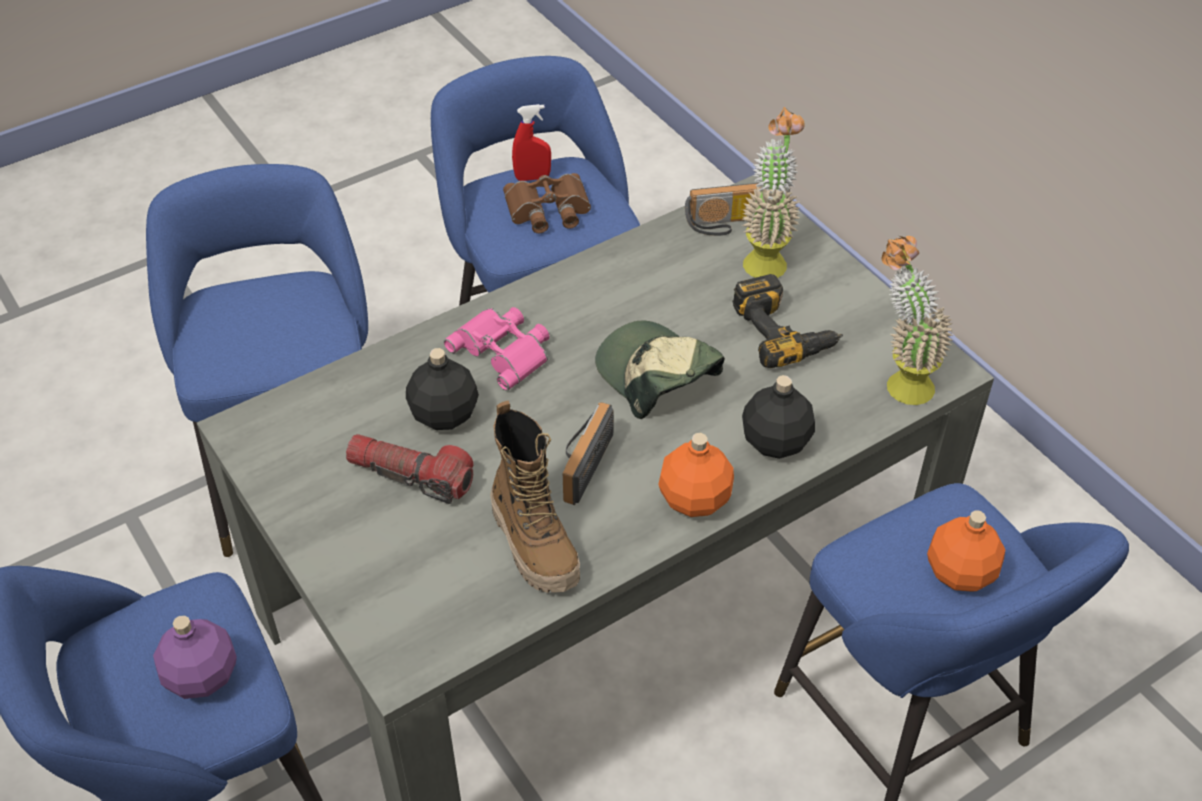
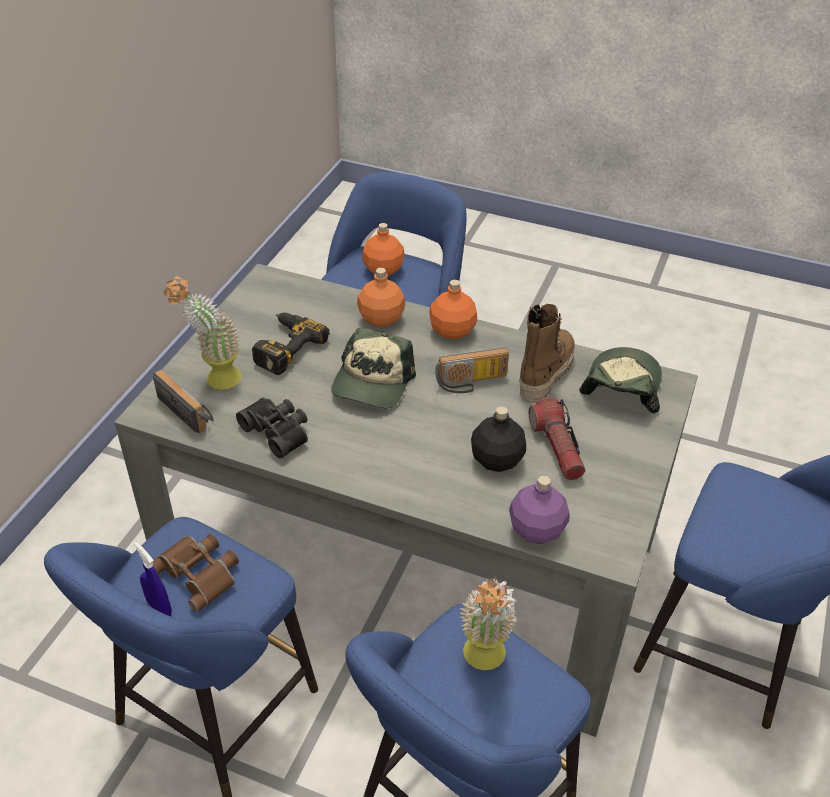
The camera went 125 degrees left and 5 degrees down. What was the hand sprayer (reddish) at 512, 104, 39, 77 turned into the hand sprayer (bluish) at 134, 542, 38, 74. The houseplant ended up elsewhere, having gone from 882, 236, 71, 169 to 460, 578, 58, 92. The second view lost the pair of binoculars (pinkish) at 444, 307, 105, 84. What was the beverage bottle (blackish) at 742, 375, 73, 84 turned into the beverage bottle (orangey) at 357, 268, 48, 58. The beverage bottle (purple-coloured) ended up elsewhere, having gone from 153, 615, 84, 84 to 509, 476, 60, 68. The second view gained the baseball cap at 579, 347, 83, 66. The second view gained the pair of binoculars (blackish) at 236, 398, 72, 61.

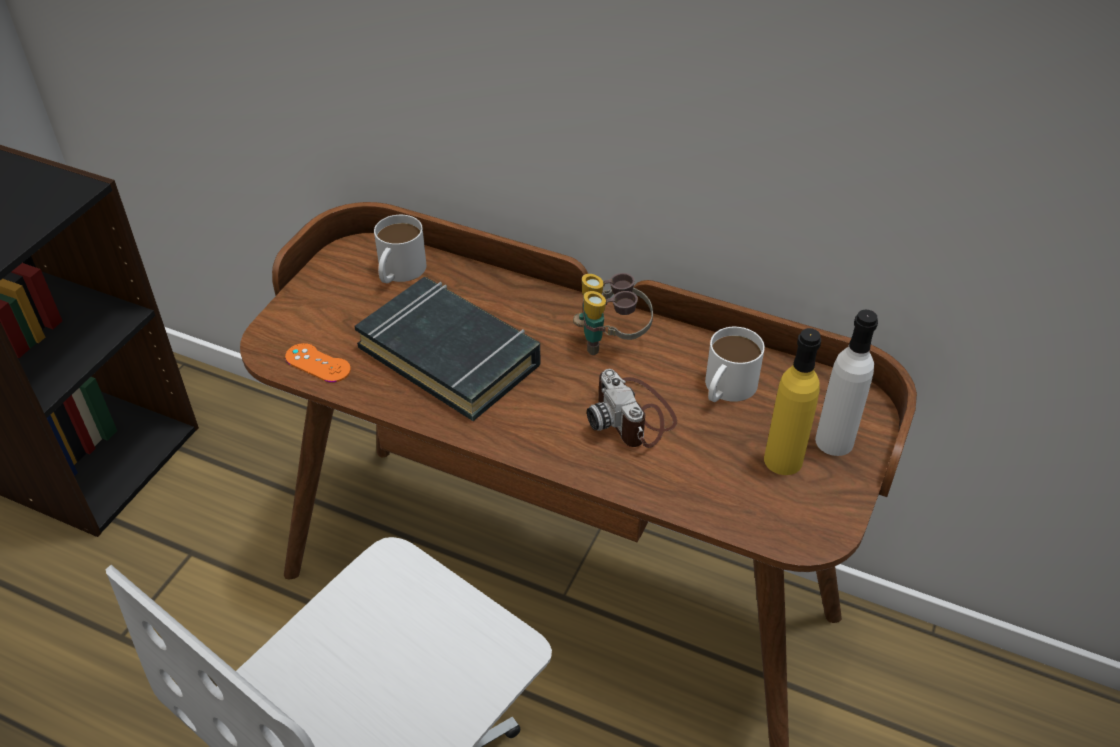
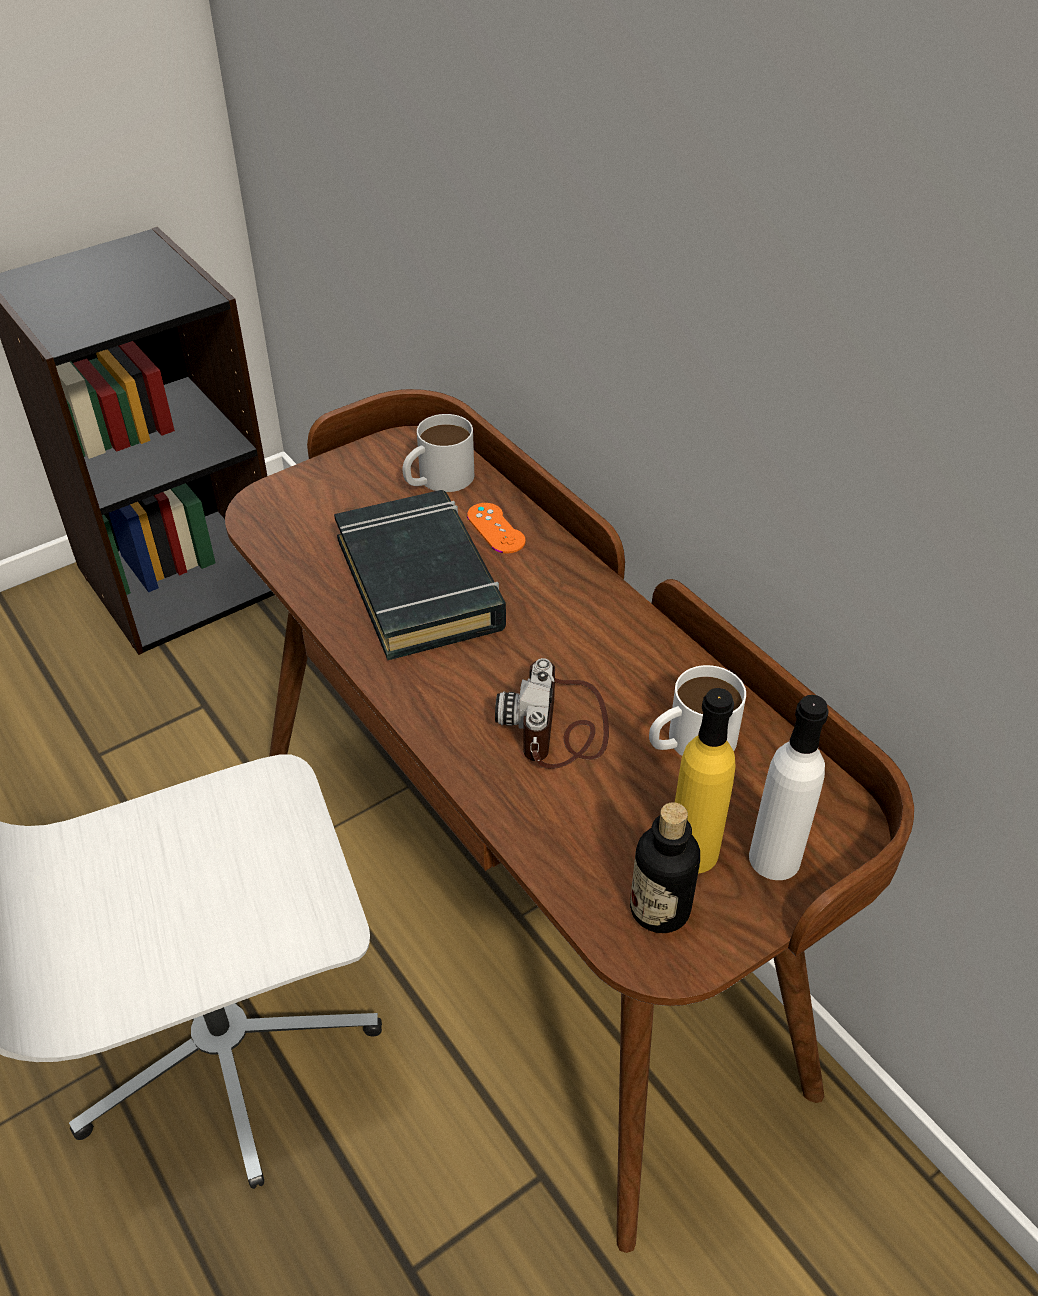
The camera went 30 degrees right and 0 degrees up. The second view lost the pair of binoculars at 573, 273, 80, 82. The joypad (orangey) ended up elsewhere, having gone from 285, 343, 66, 40 to 467, 503, 59, 51. The second view gained the beverage bottle at 630, 802, 70, 131.

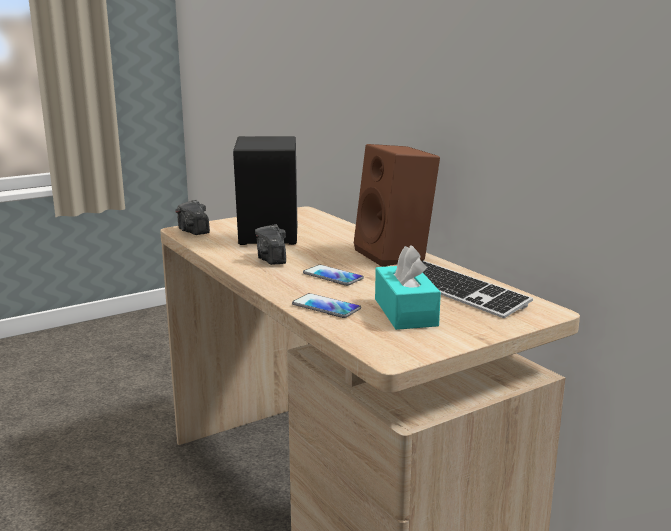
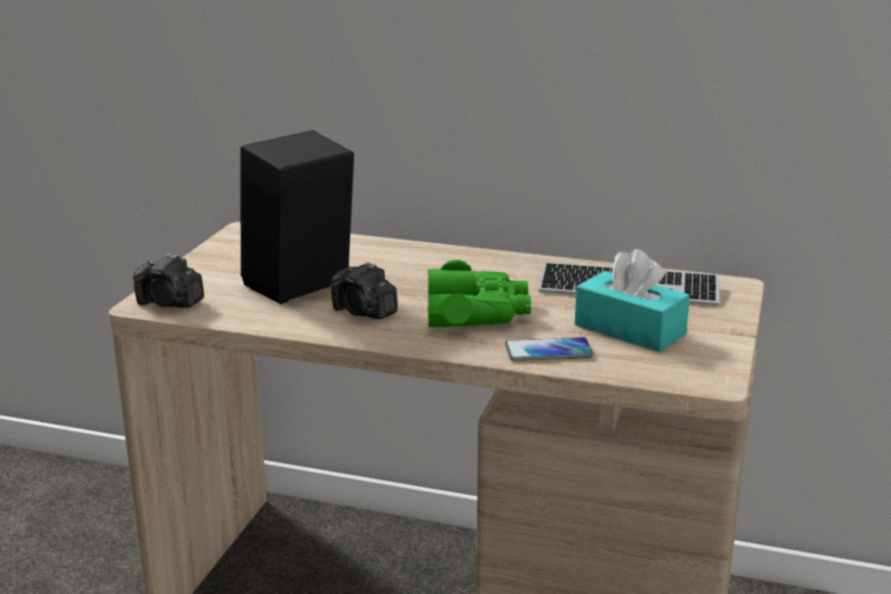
The camera went 40 degrees left and 5 degrees up. The second view lost the speaker (brownish) at 354, 144, 86, 123. Where the handset stood at 303, 265, 61, 21, the pair of binoculars (green) came to stand at 427, 260, 104, 67.

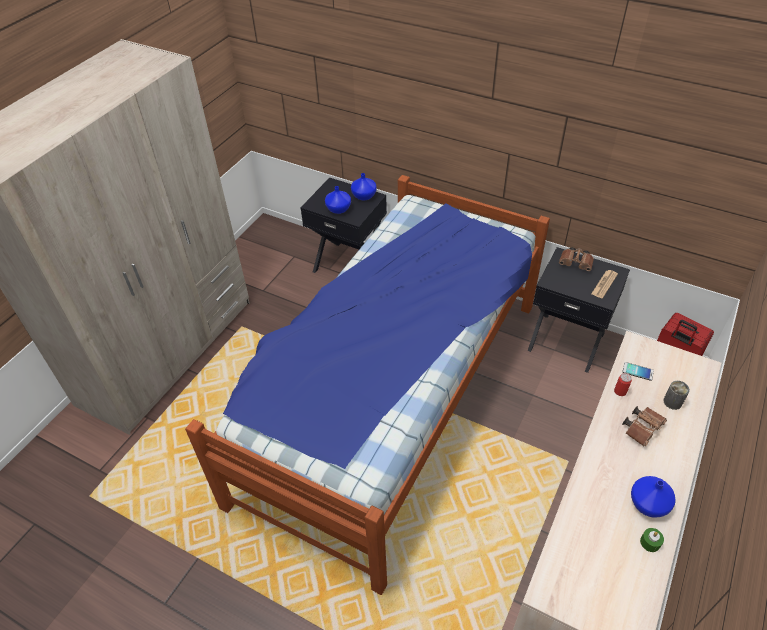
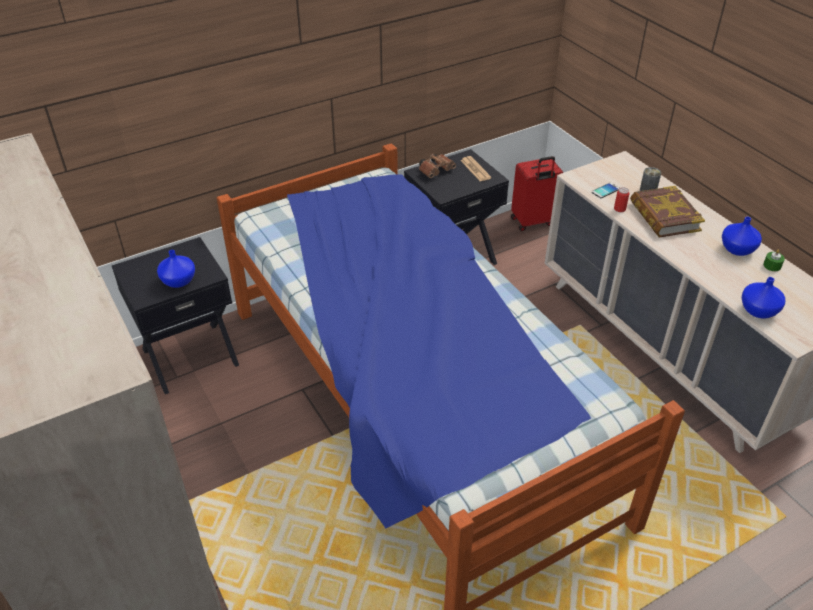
The camera went 60 degrees left and 5 degrees down. The vase (bluish) ended up elsewhere, having gone from 351, 173, 26, 27 to 742, 277, 43, 42. Where the pair of binoculars (brownish) stood at 622, 406, 45, 40, the book came to stand at 630, 186, 75, 52.

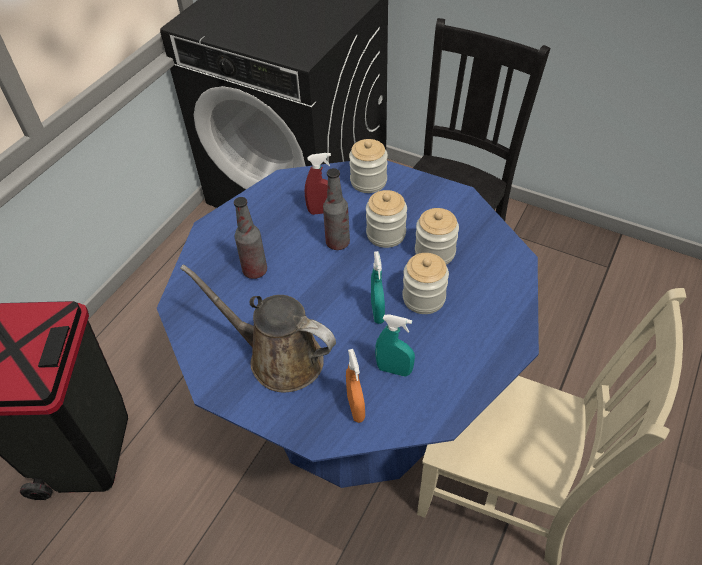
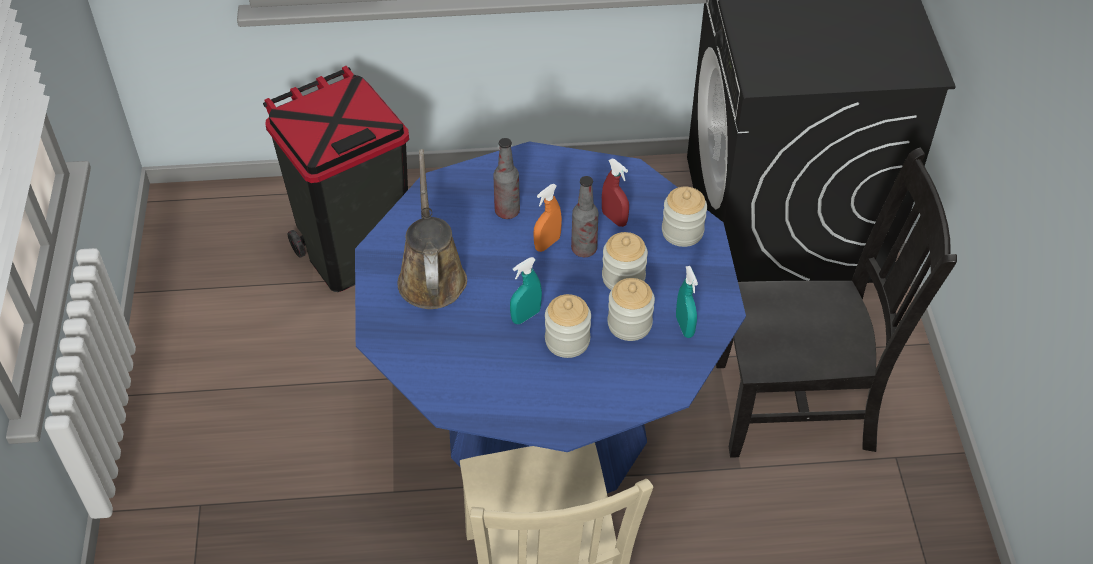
The camera went 55 degrees right and 0 degrees up. The hand sprayer (blue-green) ended up elsewhere, having gone from 375, 314, 40, 63 to 676, 266, 22, 72. The hand sprayer (orangey) ended up elsewhere, having gone from 346, 349, 19, 74 to 533, 184, 29, 68.

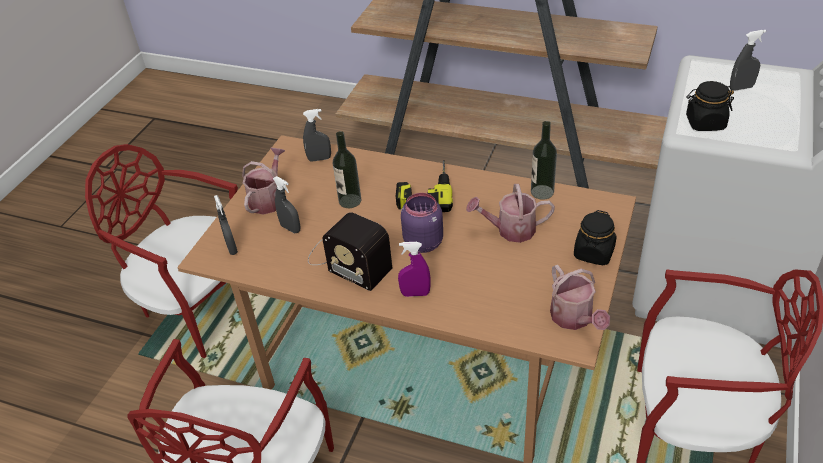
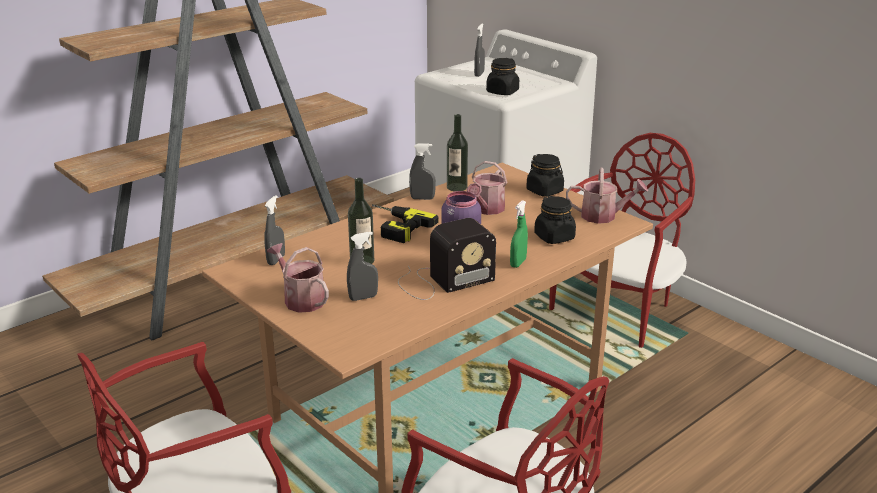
The camera went 65 degrees left and 15 degrees down. The hand sprayer (greyish) ended up elsewhere, having gone from 214, 195, 24, 60 to 409, 143, 27, 57. What was the hand sprayer (purple-coloured) at 398, 242, 33, 55 turned into the hand sprayer (green) at 510, 200, 18, 68. The second view gained the jar (blackish) at 534, 196, 42, 48.

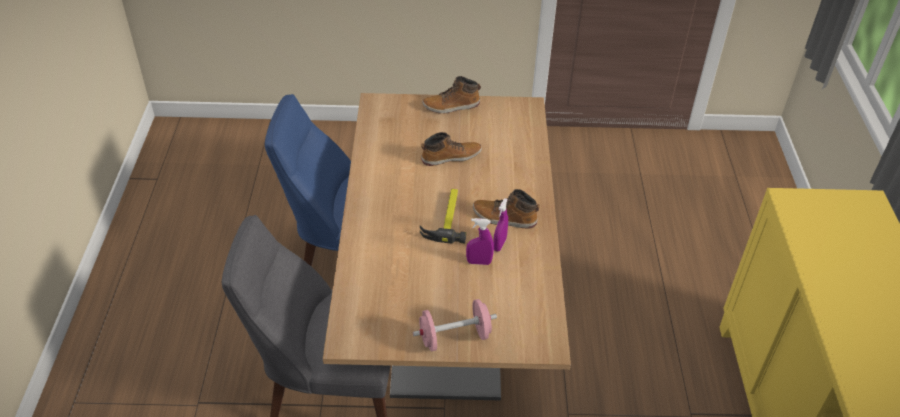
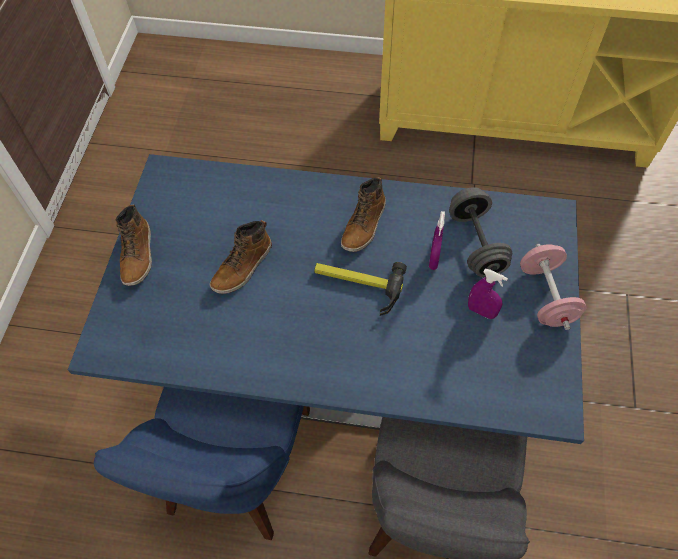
The camera went 80 degrees left and 15 degrees up. What was the dinner table (brownish) at 323, 93, 248, 307 turned into the dinner table (bluish) at 68, 154, 516, 290. The high-top boot at 421, 132, 61, 34 ended up facing another way, 135 degrees counterclockwise from before. The hand sprayer (purple-coloured) ended up elsewhere, having gone from 493, 198, 15, 53 to 468, 269, 40, 50. The second view gained the hand weight (greyish) at 449, 187, 63, 90.

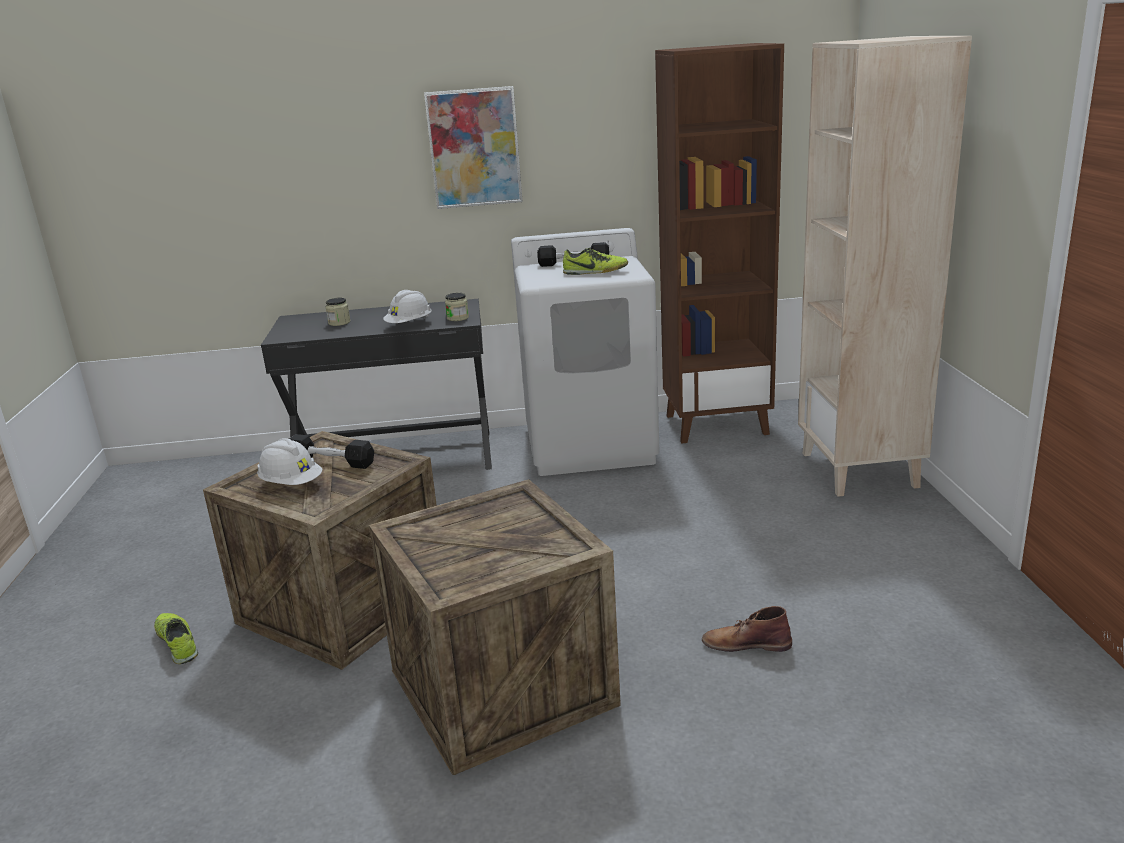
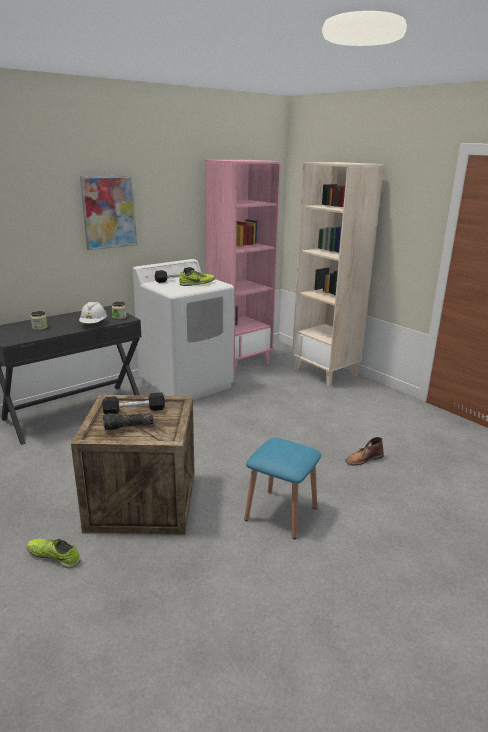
The camera went 35 degrees left and 0 degrees up. What was the bookcase (brownish) at 655, 43, 129, 400 turned into the bookcase (pinkish) at 205, 160, 76, 215. Where the hard hat (whitish) stood at 257, 438, 65, 47, the hand torch came to stand at 103, 413, 50, 17. Where the packing crate stood at 369, 479, 252, 296, the sitting stool (bluish) came to stand at 244, 438, 77, 101.

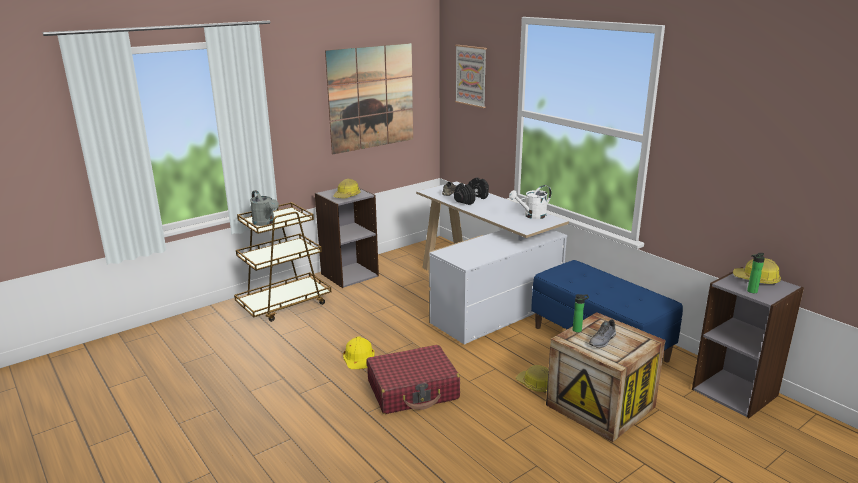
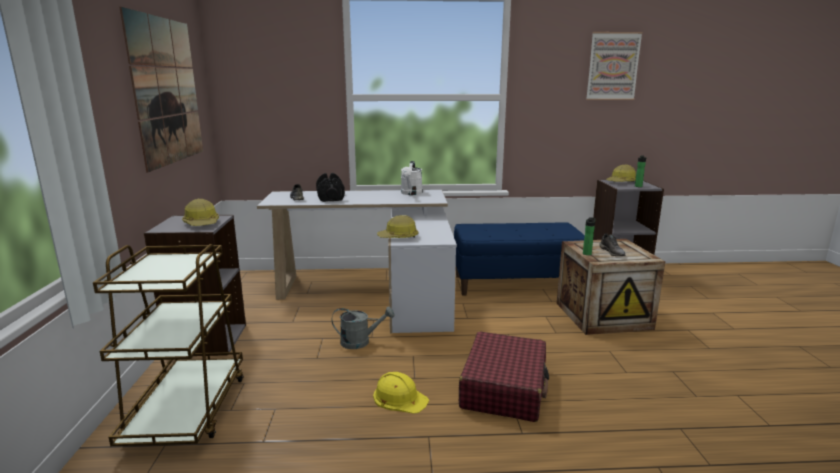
The camera went 55 degrees left and 5 degrees down. The picture ended up elsewhere, having gone from 455, 45, 32, 63 to 586, 32, 57, 68. The sprinkling can (greyish) ended up elsewhere, having gone from 250, 190, 29, 36 to 332, 307, 63, 42. The hard hat ended up elsewhere, having gone from 516, 365, 32, 28 to 377, 215, 41, 23.

